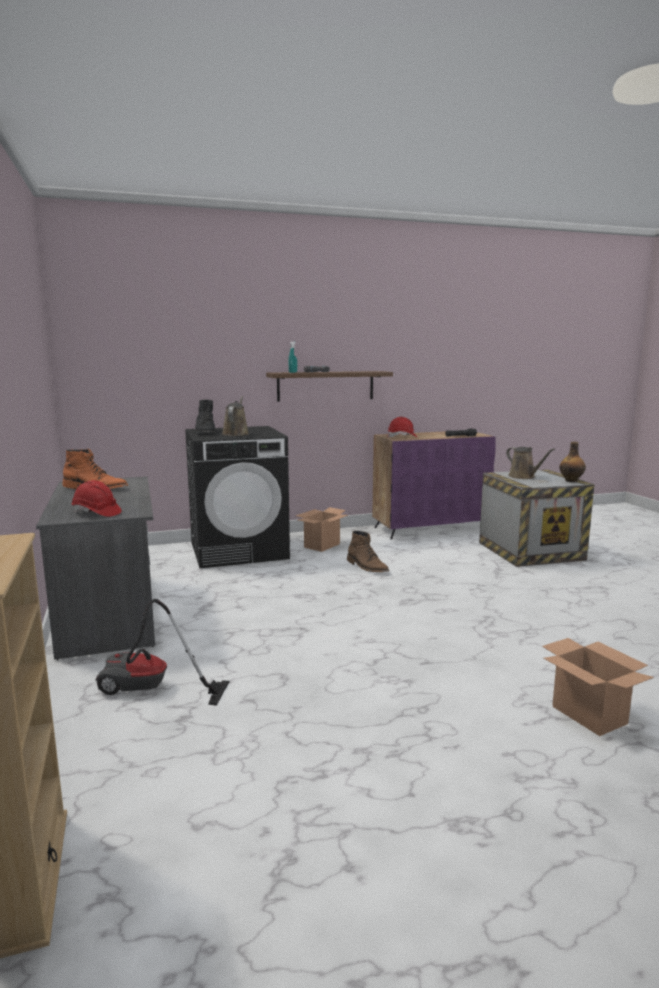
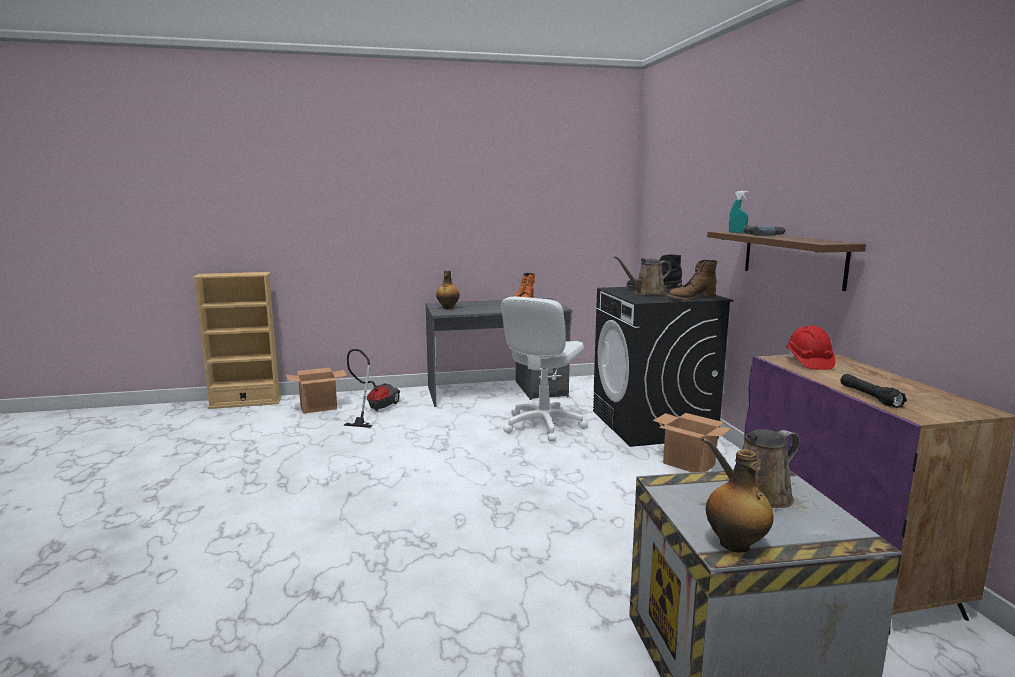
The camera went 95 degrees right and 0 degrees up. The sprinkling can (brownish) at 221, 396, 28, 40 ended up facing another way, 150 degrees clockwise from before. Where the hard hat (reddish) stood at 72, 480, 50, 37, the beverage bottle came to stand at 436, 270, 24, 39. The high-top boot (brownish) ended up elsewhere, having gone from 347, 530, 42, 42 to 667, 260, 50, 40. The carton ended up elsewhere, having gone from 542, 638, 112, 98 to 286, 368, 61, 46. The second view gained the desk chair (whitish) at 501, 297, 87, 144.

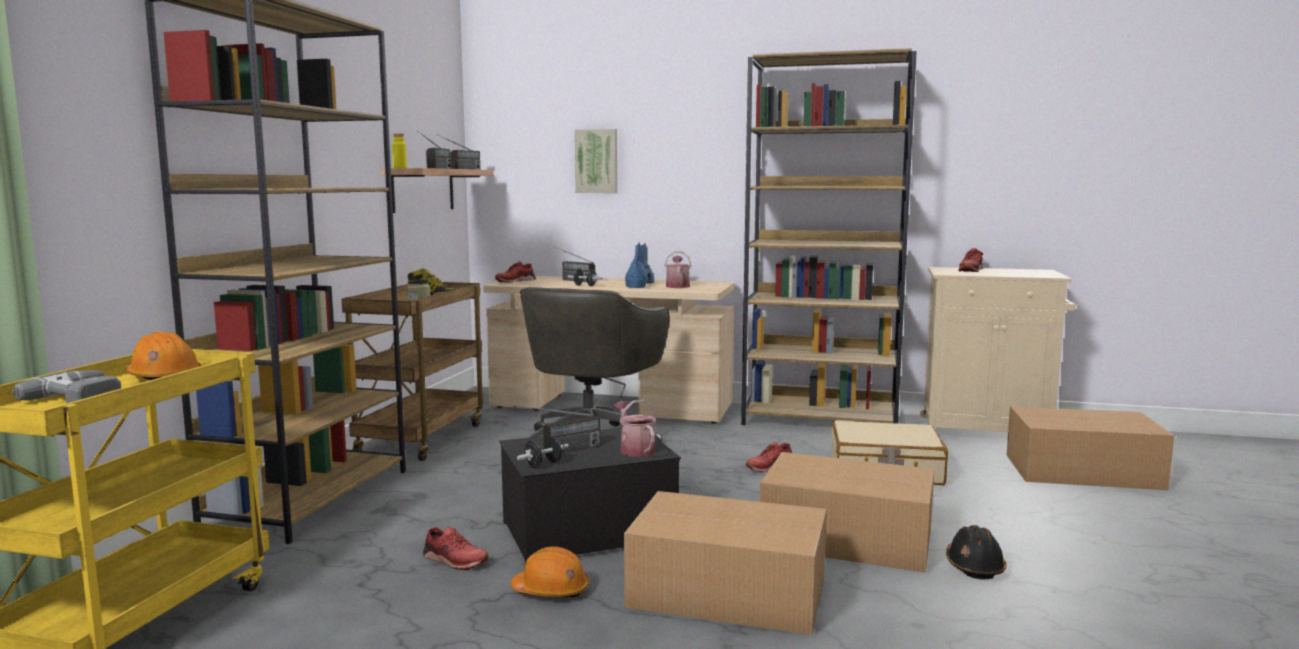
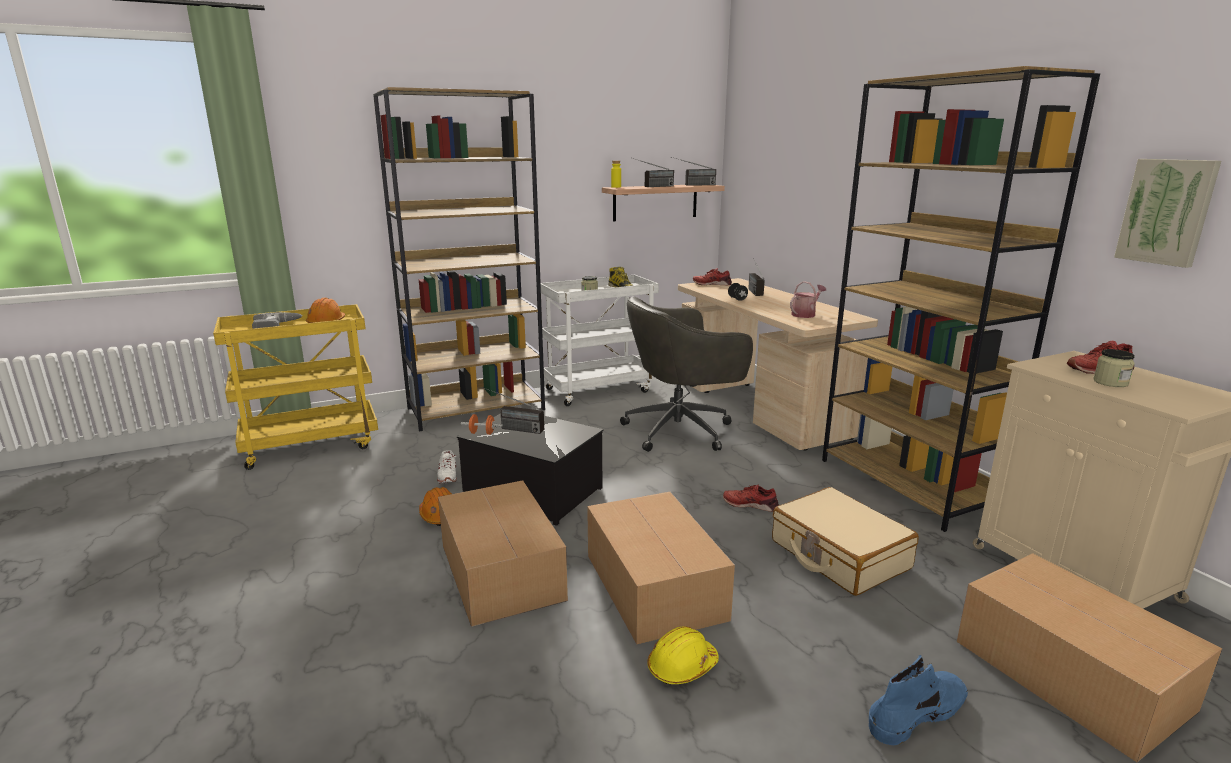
The camera went 50 degrees right and 10 degrees up. The picture ended up elsewhere, having gone from 575, 129, 42, 64 to 1114, 159, 107, 109. The high-top boot (bluish) ended up elsewhere, having gone from 625, 242, 29, 46 to 869, 655, 99, 90. What was the wheeled cart (brownish) at 342, 282, 142, 179 turned into the wheeled cart (whitish) at 541, 275, 118, 131. The second view lost the sprinkling can at 614, 400, 43, 57. What was the hand weight (blackish) at 517, 436, 52, 32 turned into the hand weight (orangey) at 461, 414, 42, 21. What was the hard hat (blackish) at 946, 525, 61, 55 turned into the hard hat (yellowish) at 647, 627, 72, 57. What was the low shoe (reddish) at 423, 527, 66, 43 turned into the low shoe (whitish) at 437, 450, 20, 34. The second view gained the jar at 1093, 349, 42, 38.

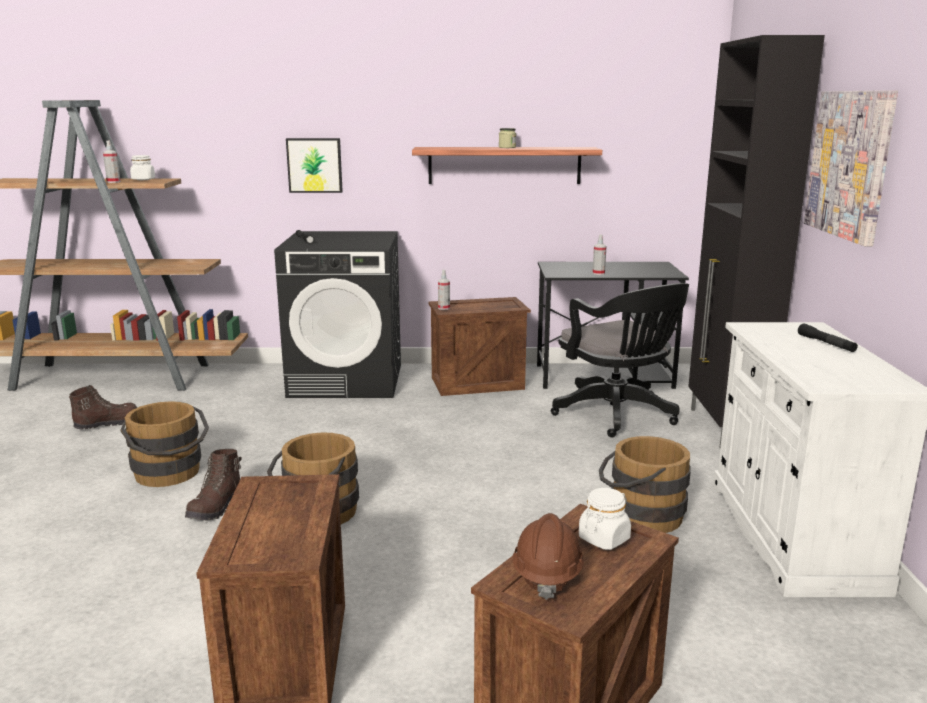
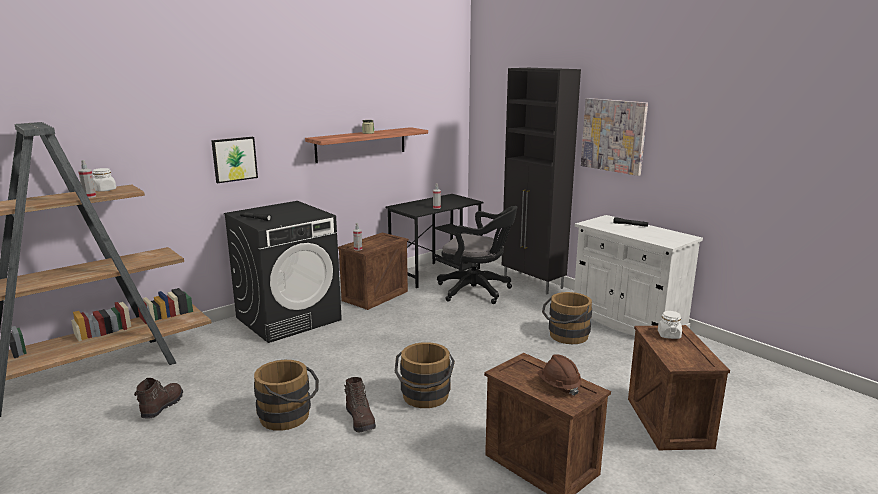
The camera went 40 degrees left and 0 degrees up. The hard hat (brownish) ended up elsewhere, having gone from 513, 513, 71, 87 to 538, 354, 43, 42.

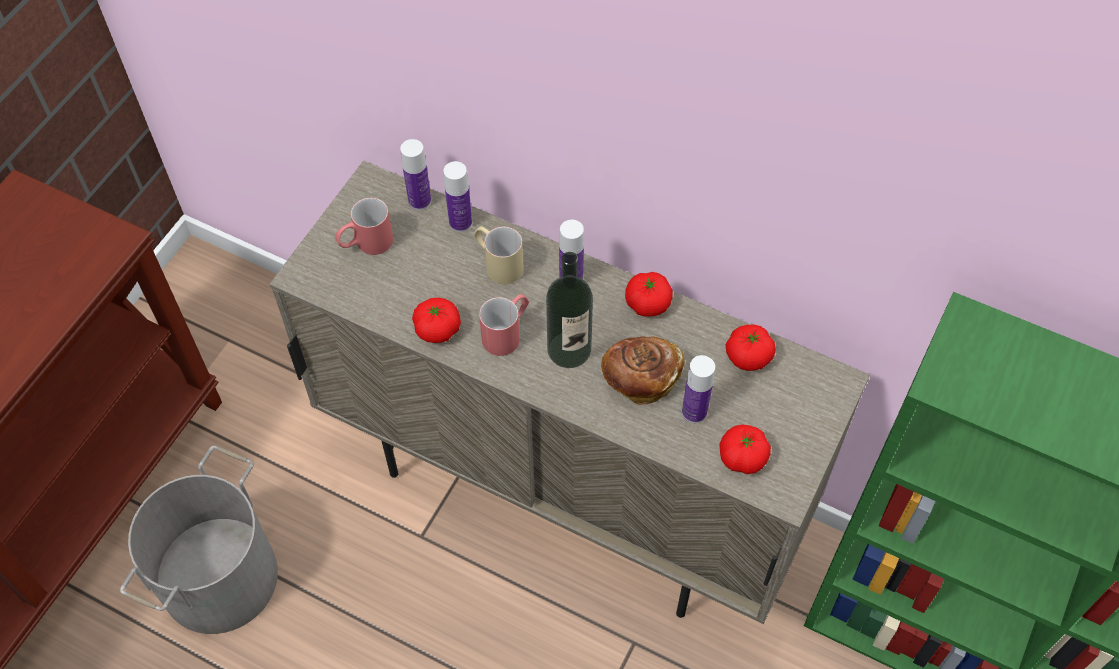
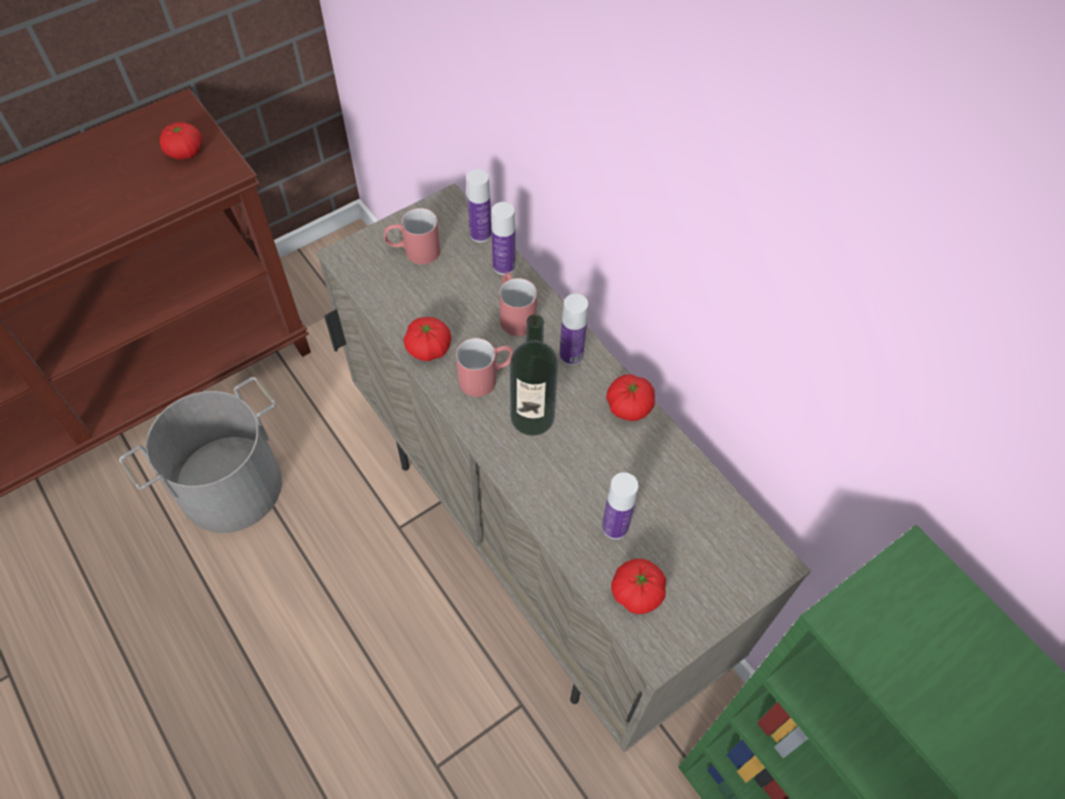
The camera went 25 degrees right and 0 degrees up. What was the mug (sand-coloured) at 474, 226, 49, 58 turned into the mug (reddish) at 499, 272, 38, 64. The fresh tomato ended up elsewhere, having gone from 726, 324, 50, 47 to 160, 122, 42, 38. The second view lost the bread at 601, 336, 84, 69.

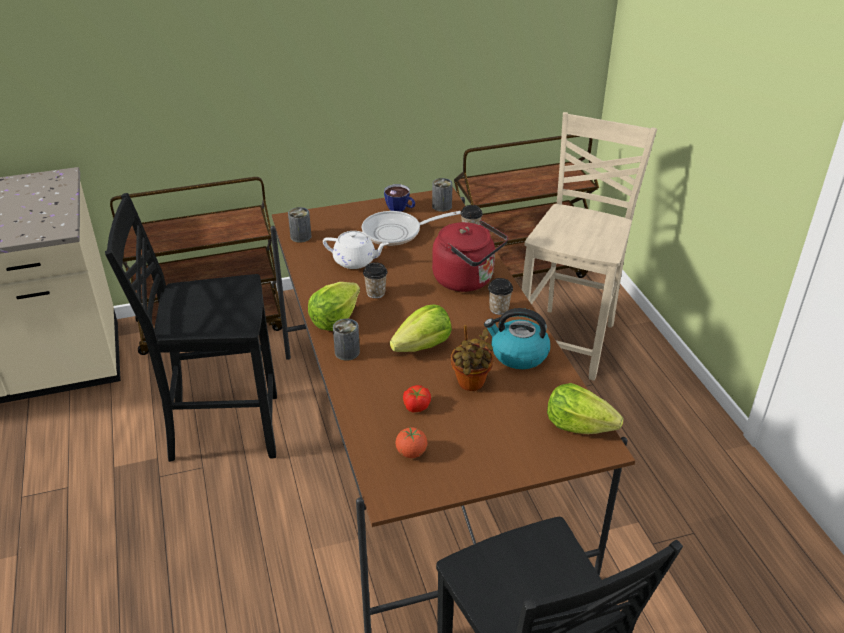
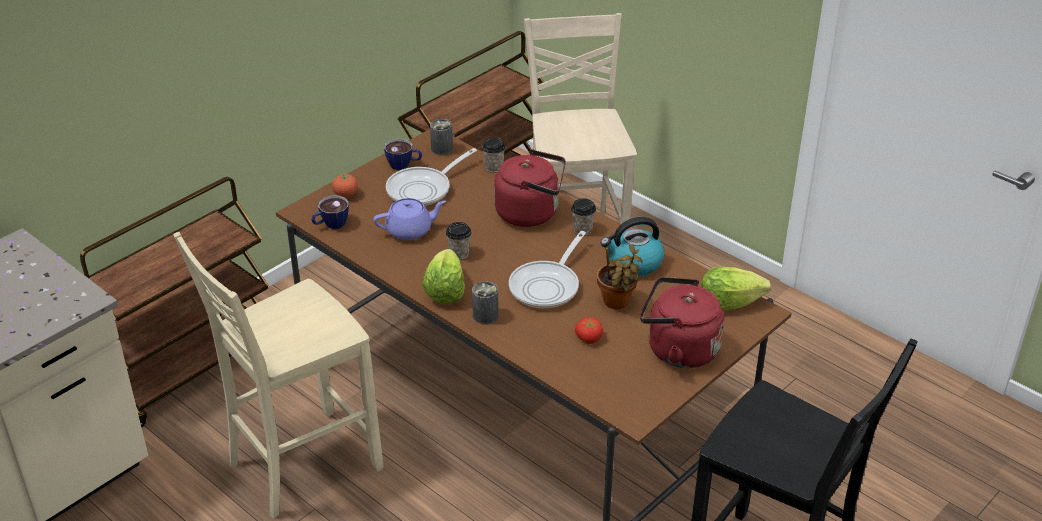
The camera went 30 degrees left and 0 degrees up. What was the plain chair (blackish) at 105, 193, 172, 269 turned into the plain chair (sand-coloured) at 173, 232, 210, 287. Where the sealed can stood at 288, 207, 24, 36, the cup came to stand at 311, 195, 38, 34. What was the pot for tea (whitish) at 323, 231, 66, 38 turned into the pot for tea (purple-coloured) at 373, 198, 73, 42. Where the head of lettuce stood at 390, 304, 62, 48, the frying pan came to stand at 509, 231, 77, 77. The fresh tomato ended up elsewhere, having gone from 396, 427, 31, 31 to 332, 174, 26, 24. The second view gained the tea kettle (reddish) at 640, 277, 84, 91.

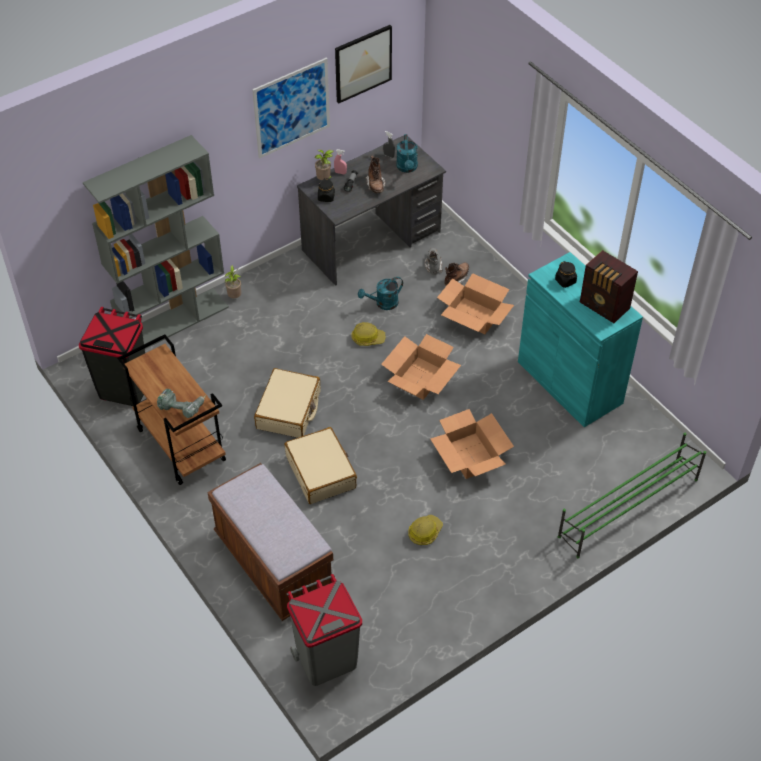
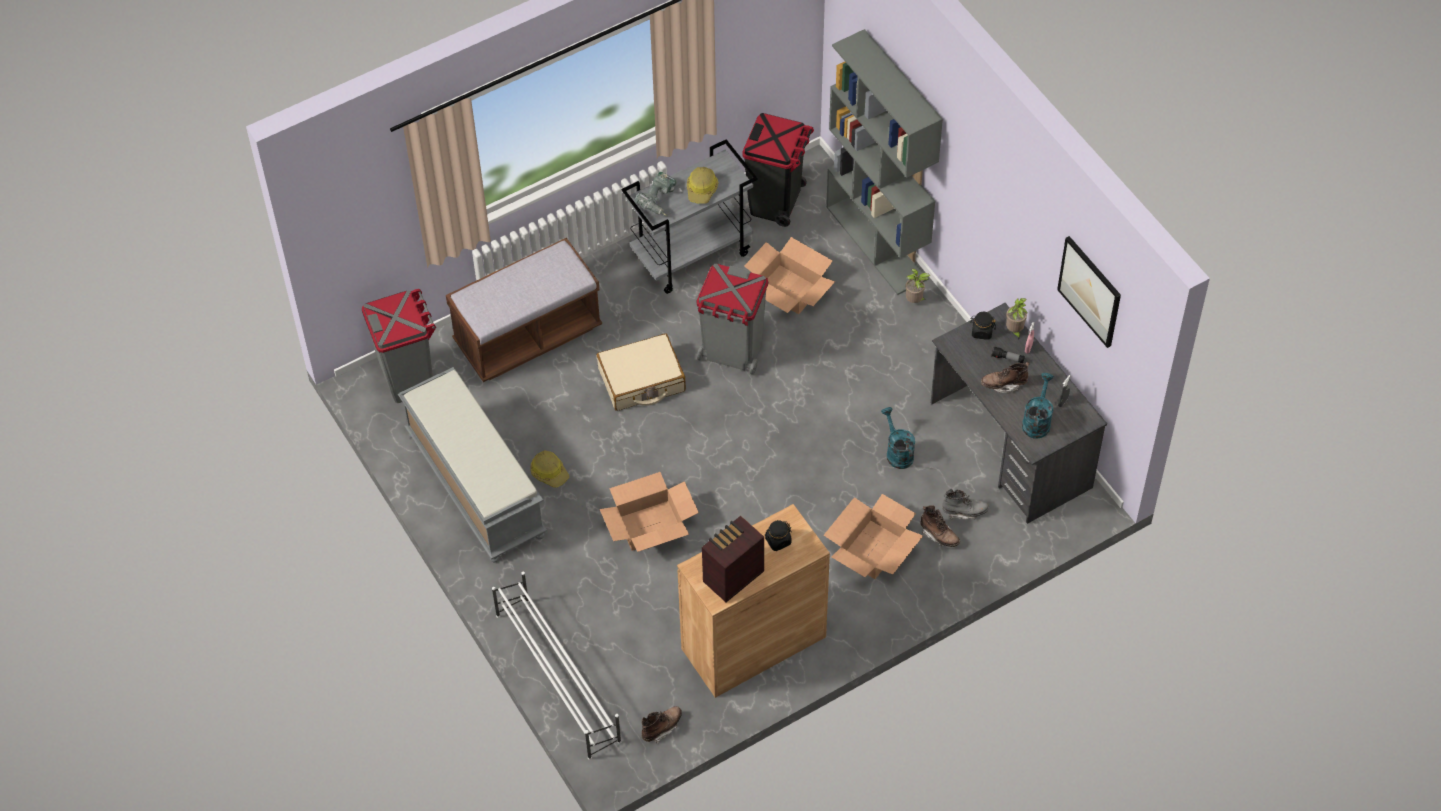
The camera went 95 degrees right and 5 degrees up. The second view lost the picture at 252, 58, 78, 100. The sprinkling can (blue-green) at 396, 134, 22, 39 ended up facing another way, 105 degrees clockwise from before. What was the cabinet (blue-green) at 518, 252, 125, 175 turned into the cabinet (brownish) at 677, 504, 153, 194. The hard hat ended up elsewhere, having gone from 352, 322, 33, 24 to 687, 167, 32, 37. What was the wheeled cart (brownish) at 117, 334, 109, 151 turned into the wheeled cart (greyish) at 621, 139, 137, 155. The carton ended up elsewhere, having gone from 381, 334, 80, 66 to 744, 237, 91, 77. Where the travel case (sand-coloured) stood at 254, 368, 67, 70, the trash can (greyish) came to stand at 696, 264, 72, 111. What was the shoe shelf (green) at 558, 433, 148, 125 turned into the shoe shelf (whitish) at 492, 571, 129, 189. The second view gained the bench (greyish) at 398, 367, 149, 196. The second view gained the high-top boot (brownish) at 641, 706, 41, 38.

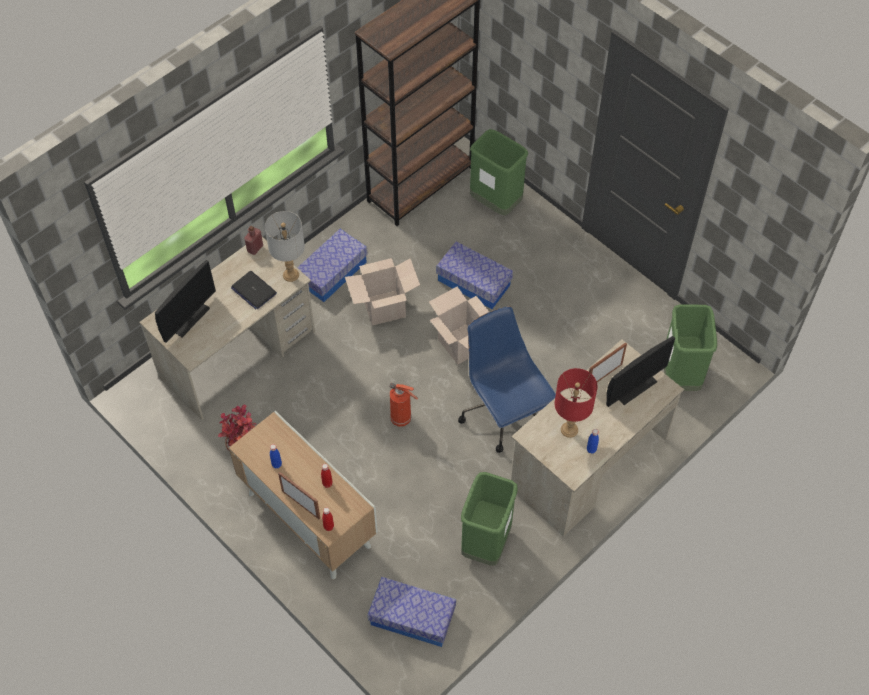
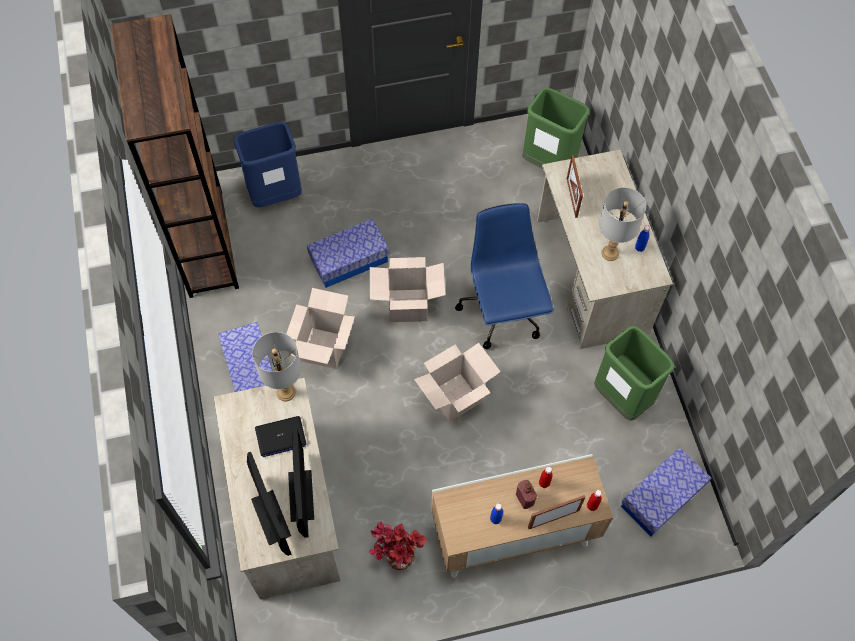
The camera went 60 degrees left and 5 degrees up. What was the trash can (green) at 470, 129, 58, 86 turned into the trash can (bluish) at 234, 122, 68, 85. The beverage bottle (reddish) ended up elsewhere, having gone from 244, 226, 19, 29 to 516, 480, 21, 29. The desk chair (bluish) at 458, 306, 98, 147 ended up facing another way, 75 degrees clockwise from before. The monitor ended up elsewhere, having gone from 606, 336, 69, 71 to 288, 428, 26, 110. What was the table lamp (reddish) at 554, 368, 44, 70 turned into the table lamp (greyish) at 599, 187, 47, 74. Where the fire-fighting cylinder stood at 389, 383, 29, 44, the carton came to stand at 414, 343, 87, 79.

